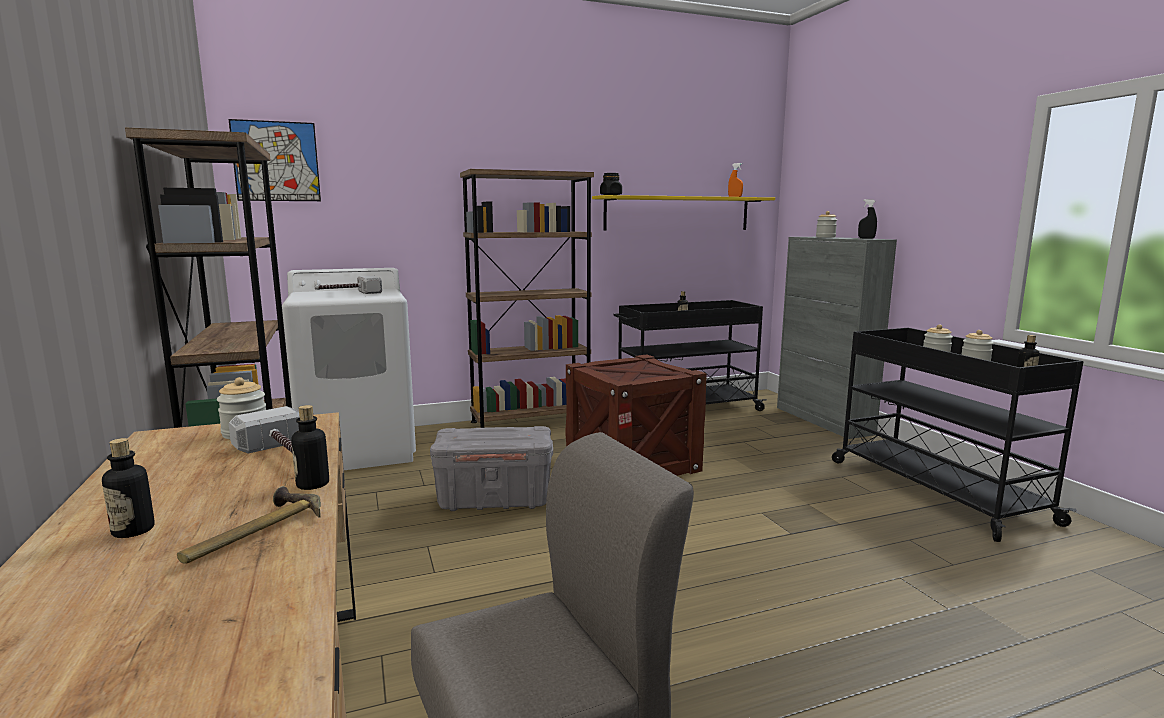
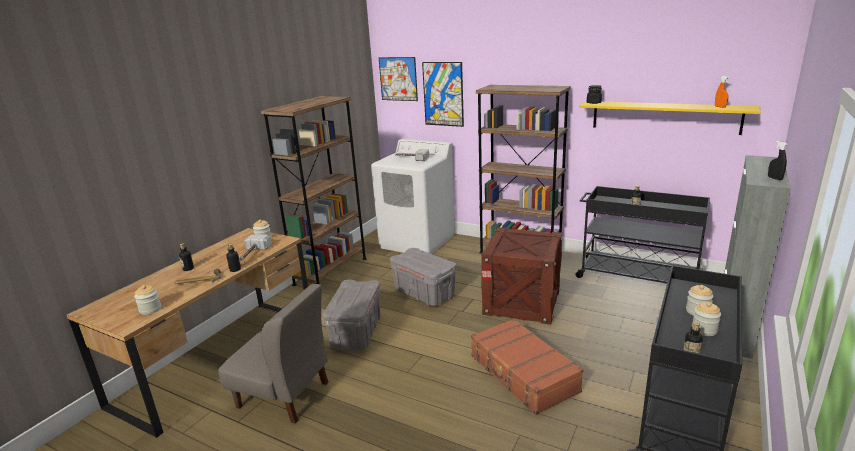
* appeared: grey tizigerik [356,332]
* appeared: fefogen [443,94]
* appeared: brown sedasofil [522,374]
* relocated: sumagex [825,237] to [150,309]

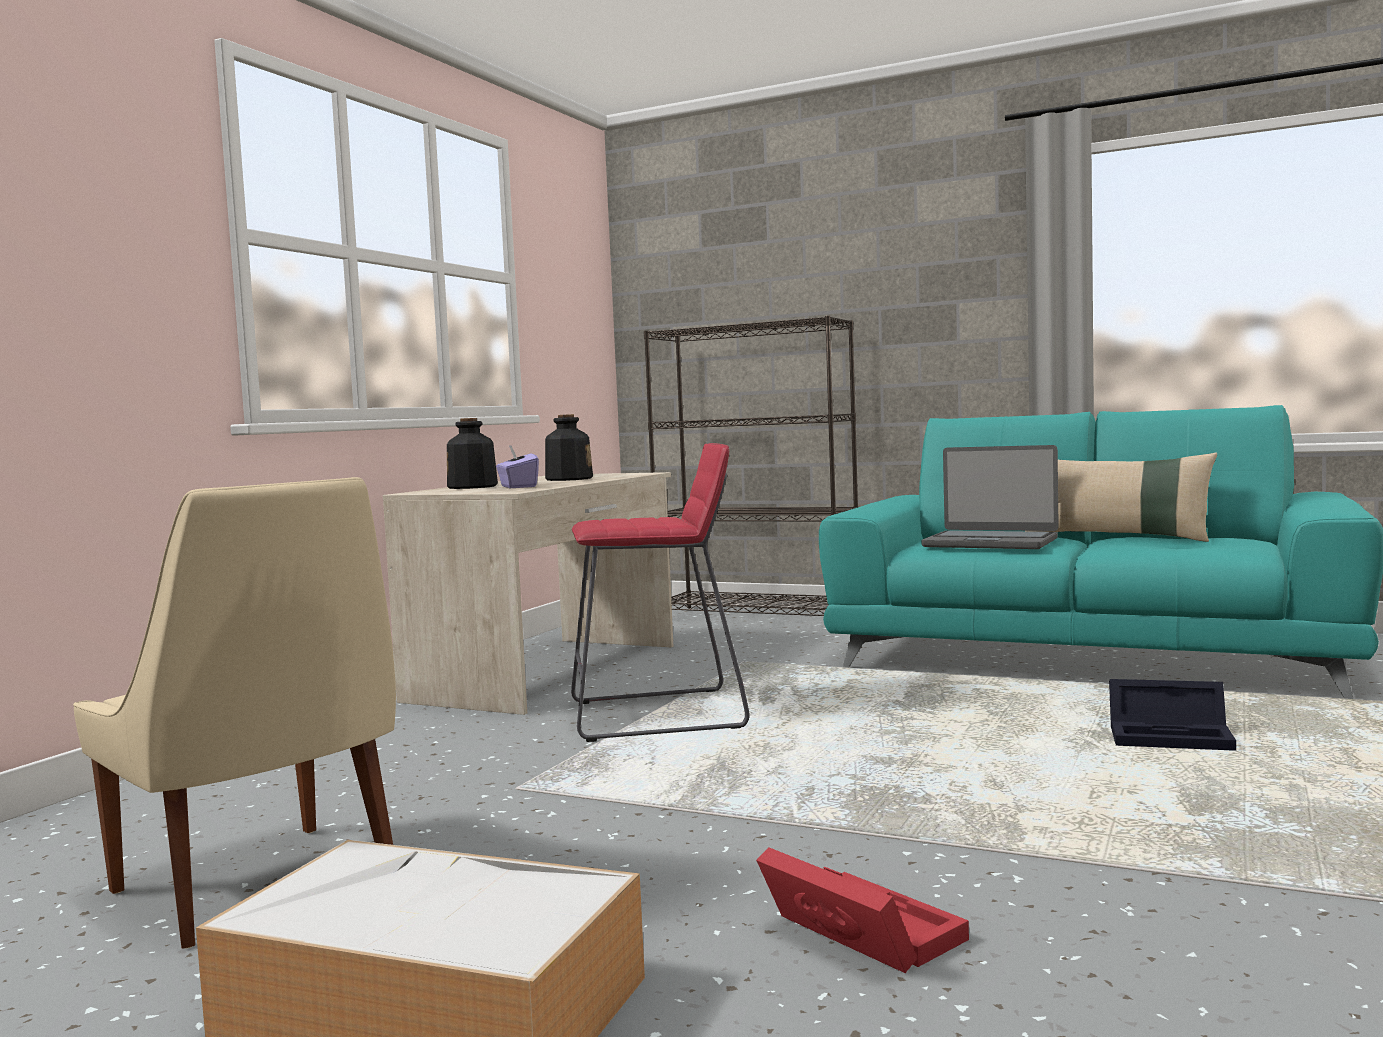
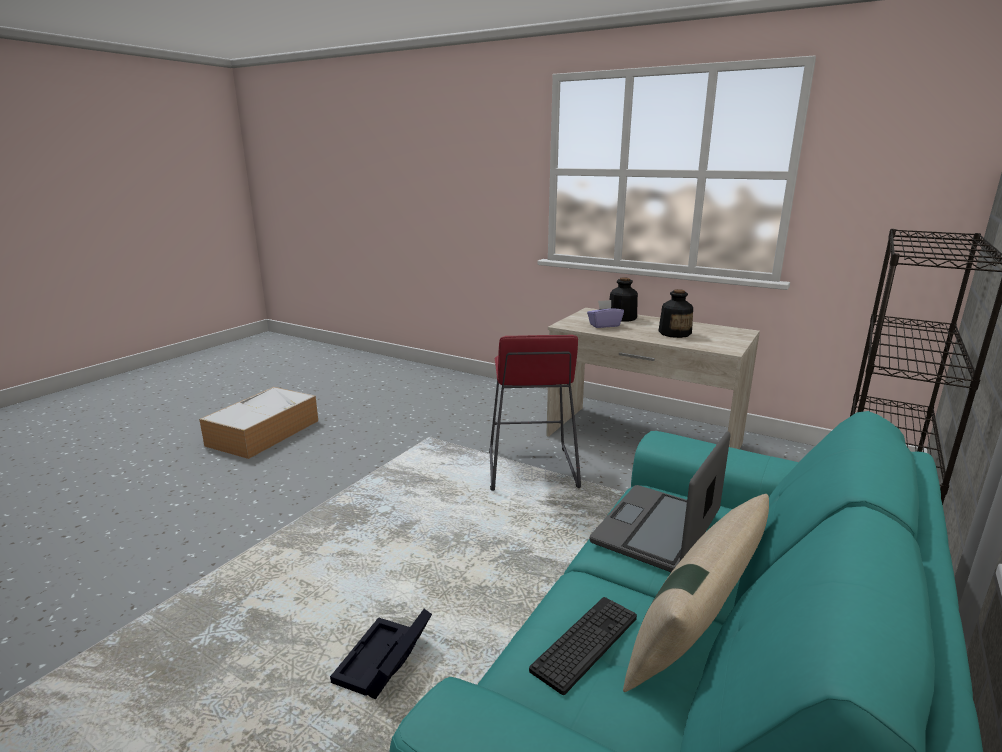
* missing: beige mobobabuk [260,885]
* missing: red tizigerik [856,932]
* appeared: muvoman [585,643]

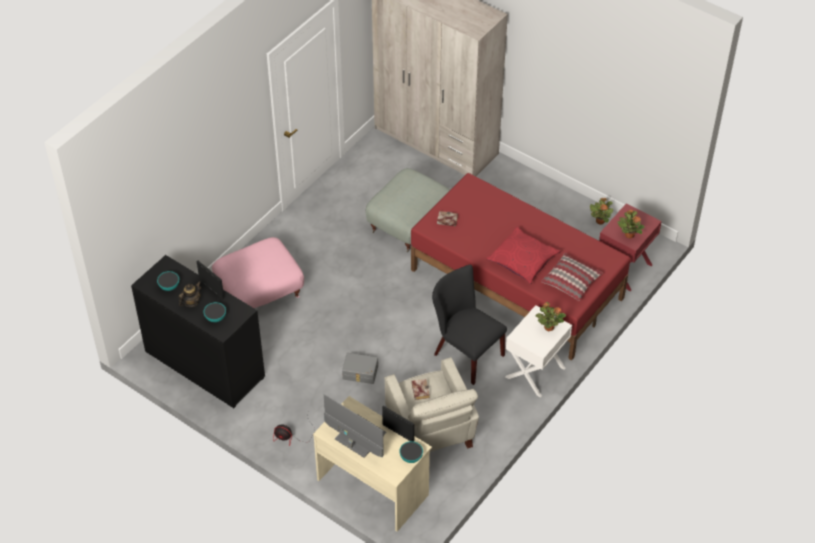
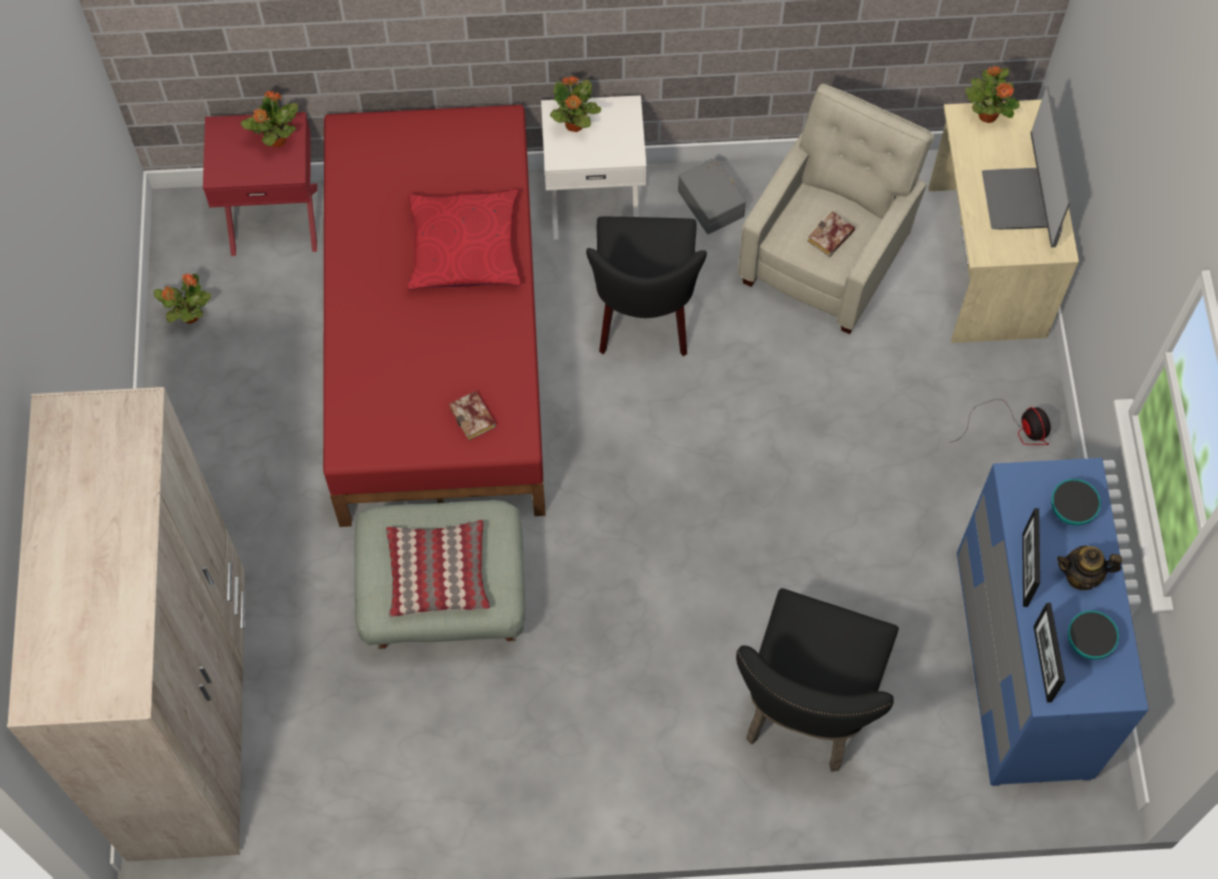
* relocated: grey tizigerik [360,373] to [712,202]
* relocated: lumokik [398,433] to [1042,663]
* relocated: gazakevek [571,281] to [437,573]
* exchanged: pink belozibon [260,293] to black mobobabuk [807,709]
* exchanged: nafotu [411,457] to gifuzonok [987,114]
* colour: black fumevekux [205,365] to blue fumevekux [1022,665]

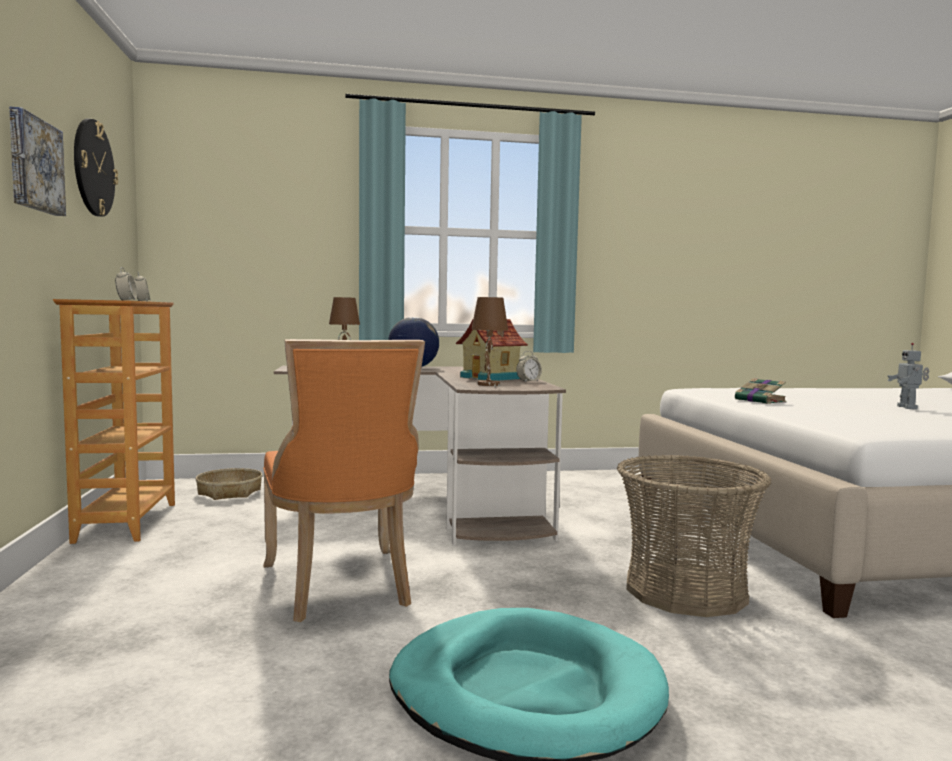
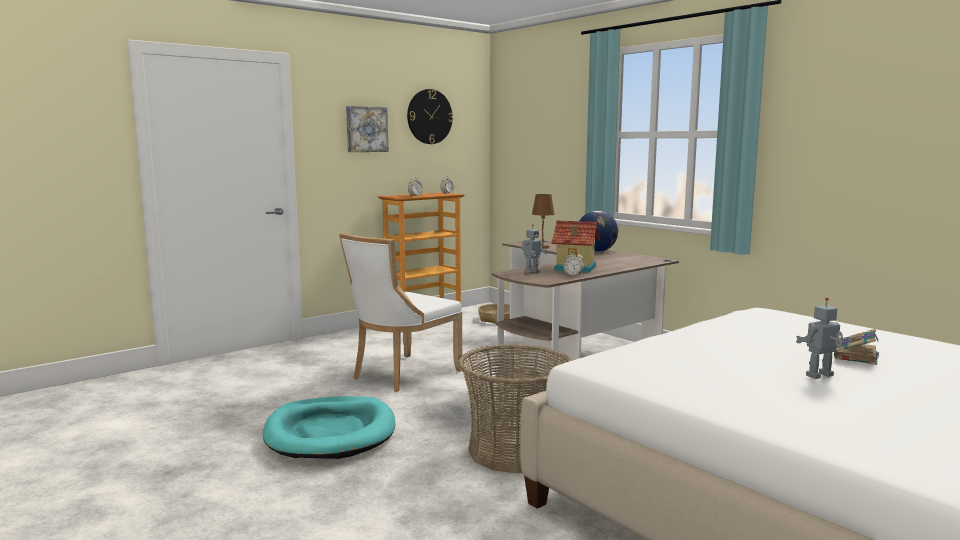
* relocated: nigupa [761,401] to [855,356]
* exchanged: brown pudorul [487,384] to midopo [531,272]
* colour: orange mobobabuk [341,586] to white mobobabuk [402,375]

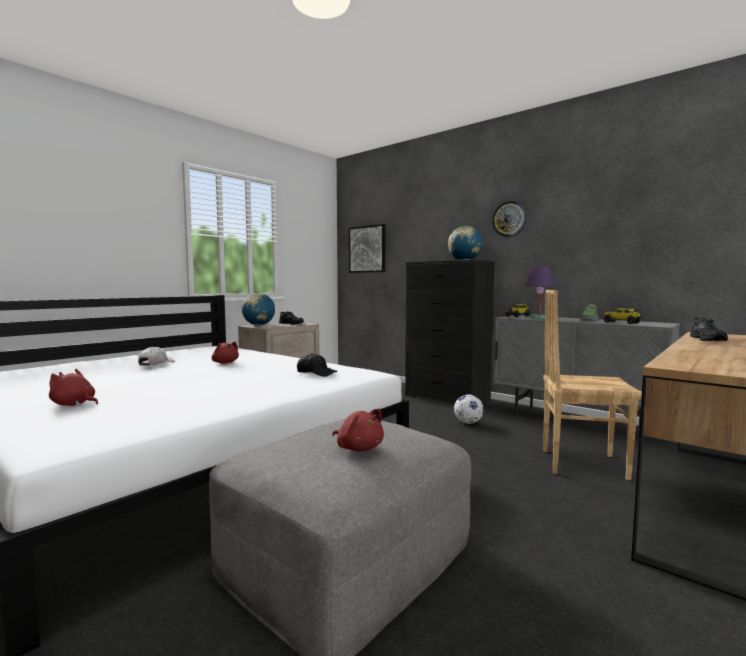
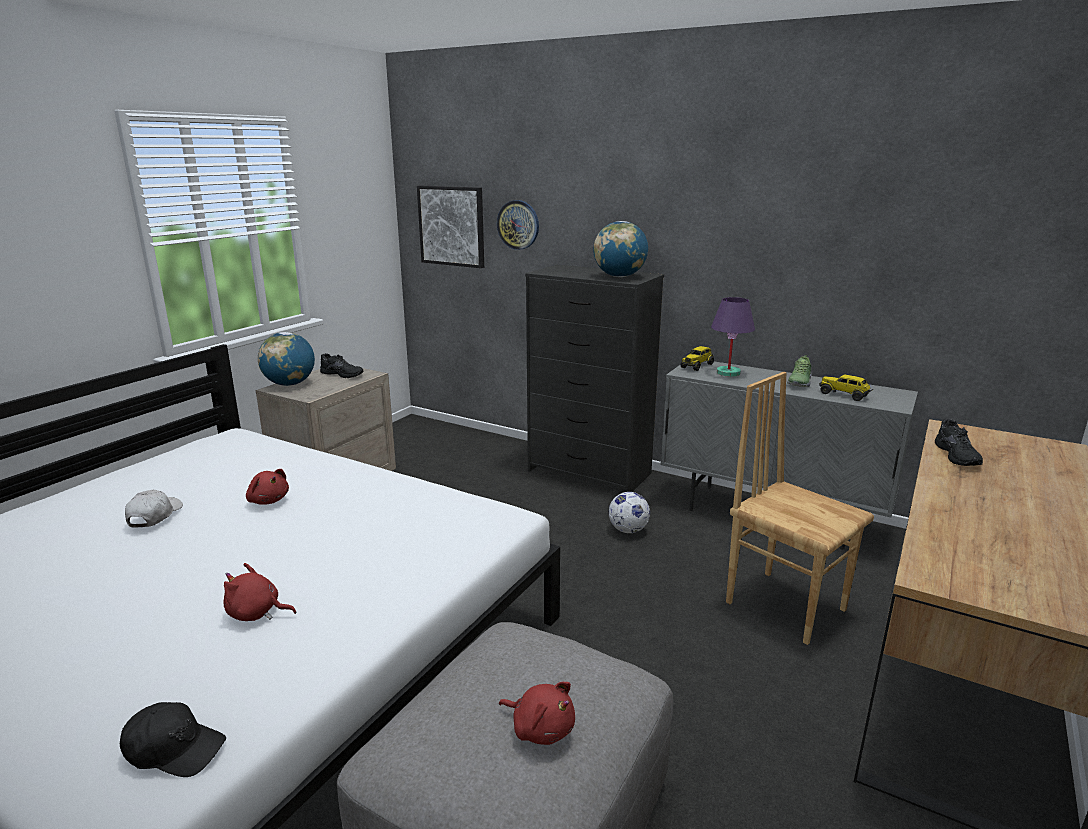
* relocated: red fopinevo [74,404] to [256,613]
* relocated: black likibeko [316,373] to [174,749]
* relocated: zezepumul [509,219] to [518,224]
* spun: brown mobobabuk [582,463] = [785,605] 45 degrees clockwise

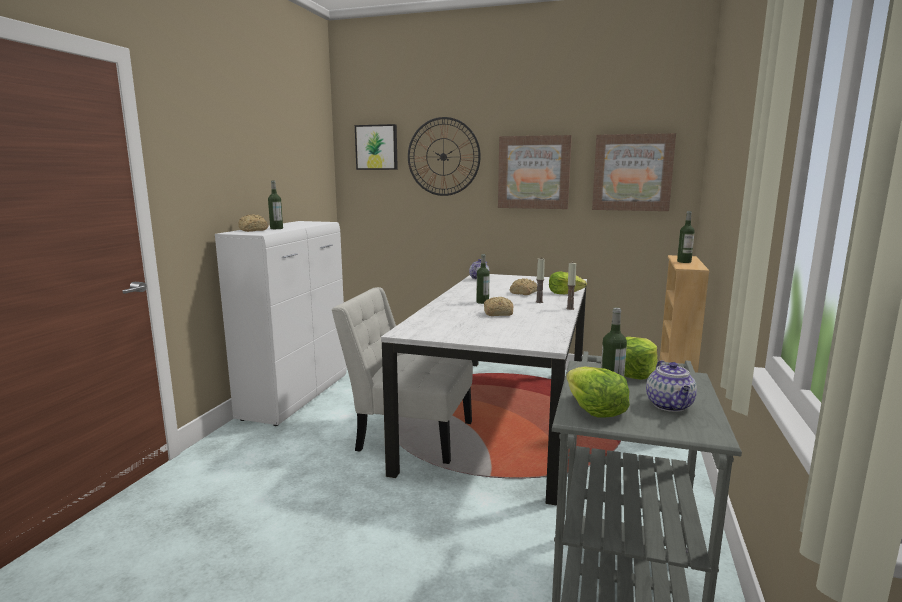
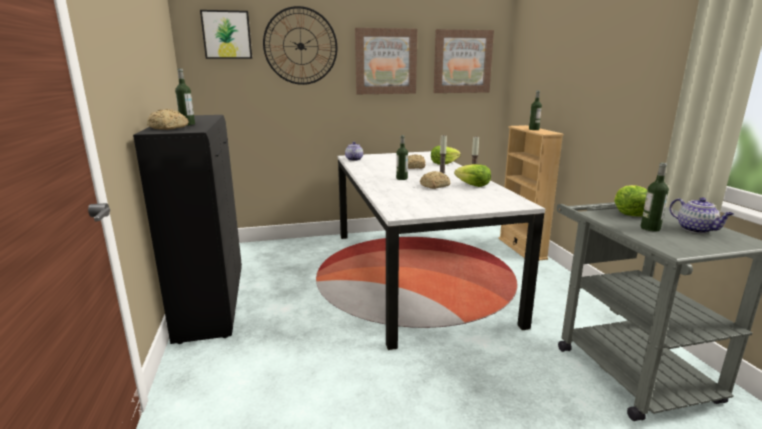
* missing: white mobobabuk [409,435]
* relocated: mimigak [594,410] to [473,185]
* colour: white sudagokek [296,396] to black sudagokek [212,303]

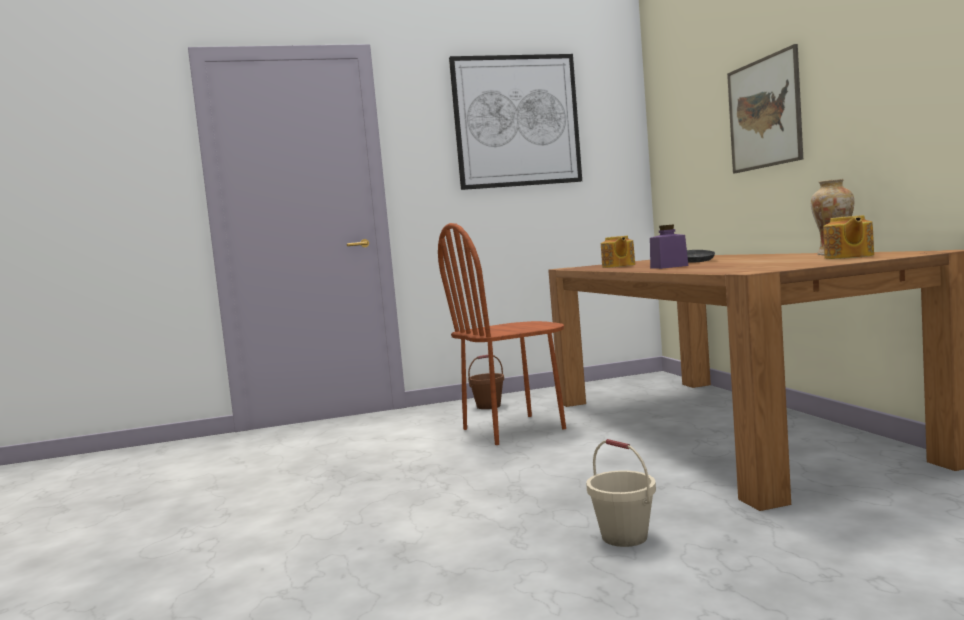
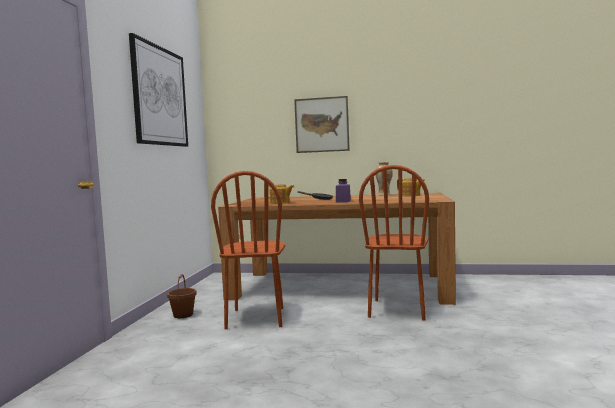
* missing: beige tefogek [625,537]
* appeared: brown mobobabuk [397,309]

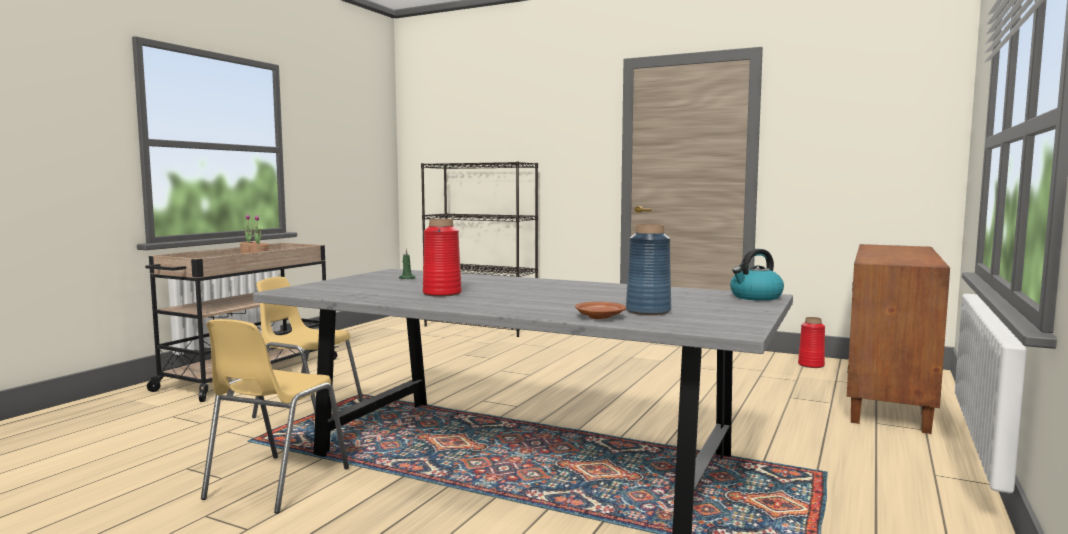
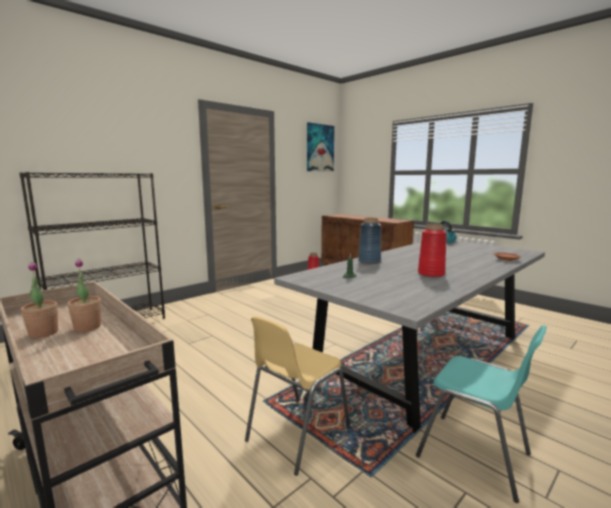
* appeared: fefogen [319,148]
* relocated: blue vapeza [648,311] to [369,261]
* colour: yellow mobobabuk [275,483] to turquoise mobobabuk [474,455]

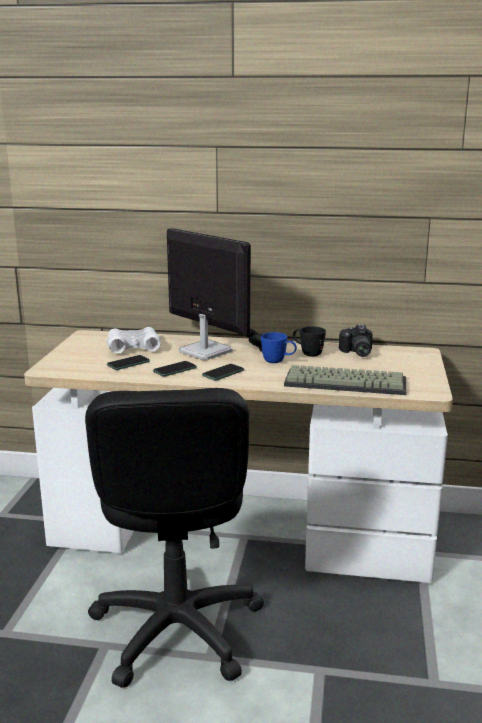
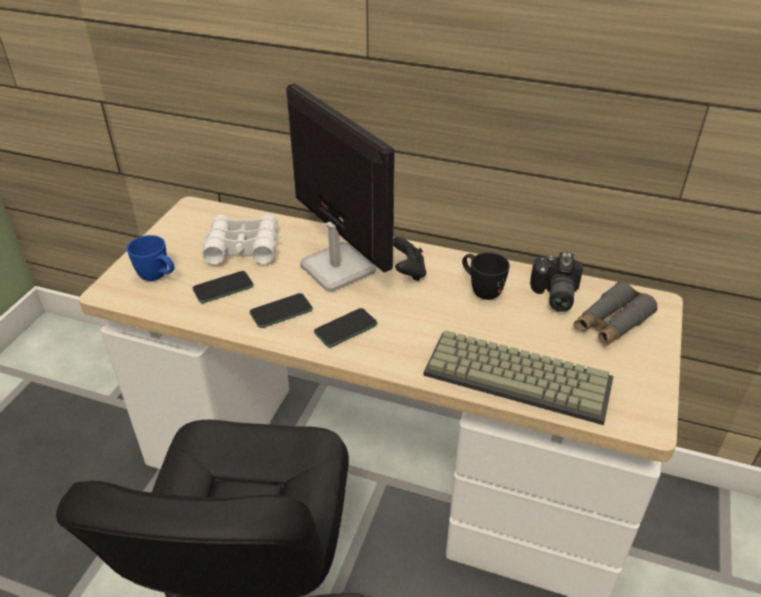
* appeared: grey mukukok [611,323]
* relocated: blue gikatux [278,362] to [158,277]

